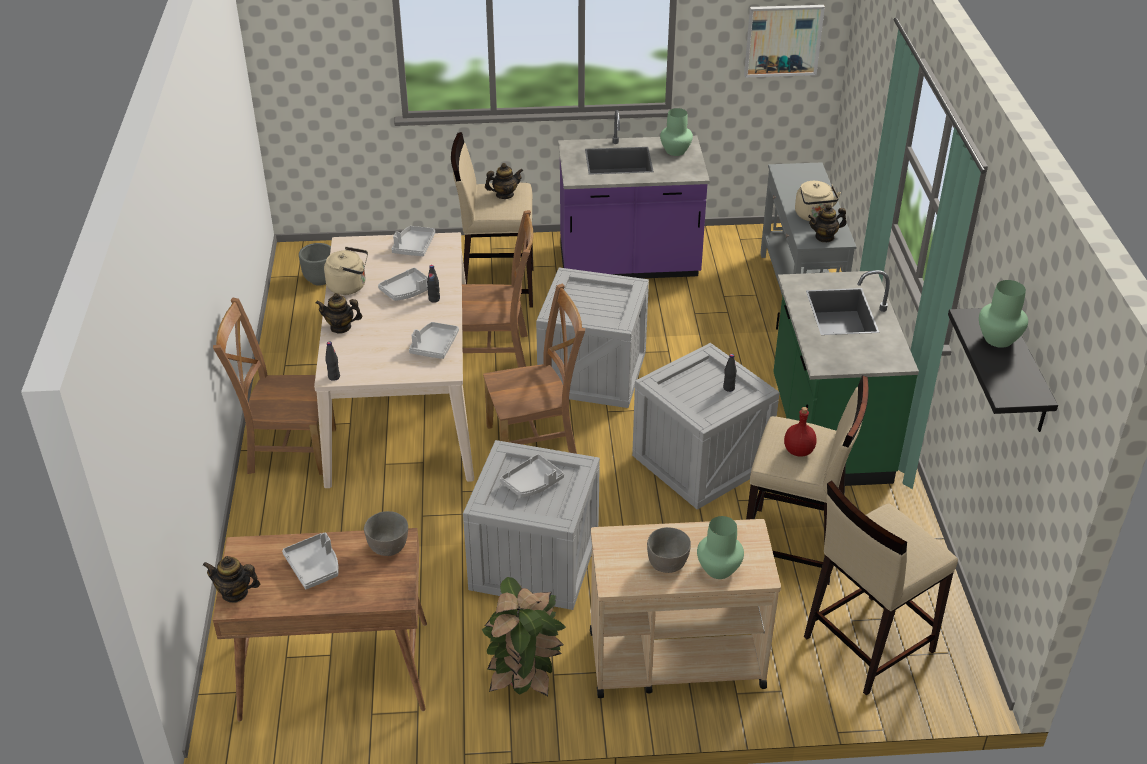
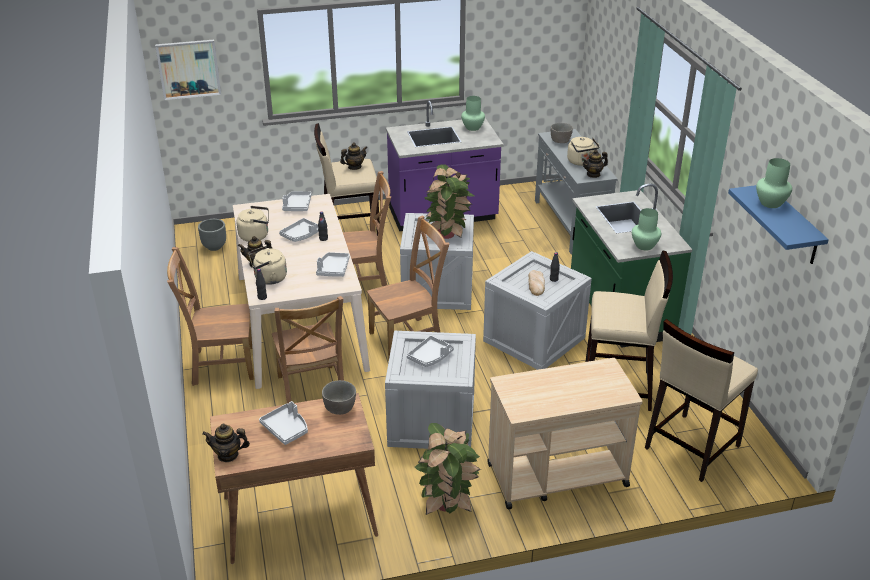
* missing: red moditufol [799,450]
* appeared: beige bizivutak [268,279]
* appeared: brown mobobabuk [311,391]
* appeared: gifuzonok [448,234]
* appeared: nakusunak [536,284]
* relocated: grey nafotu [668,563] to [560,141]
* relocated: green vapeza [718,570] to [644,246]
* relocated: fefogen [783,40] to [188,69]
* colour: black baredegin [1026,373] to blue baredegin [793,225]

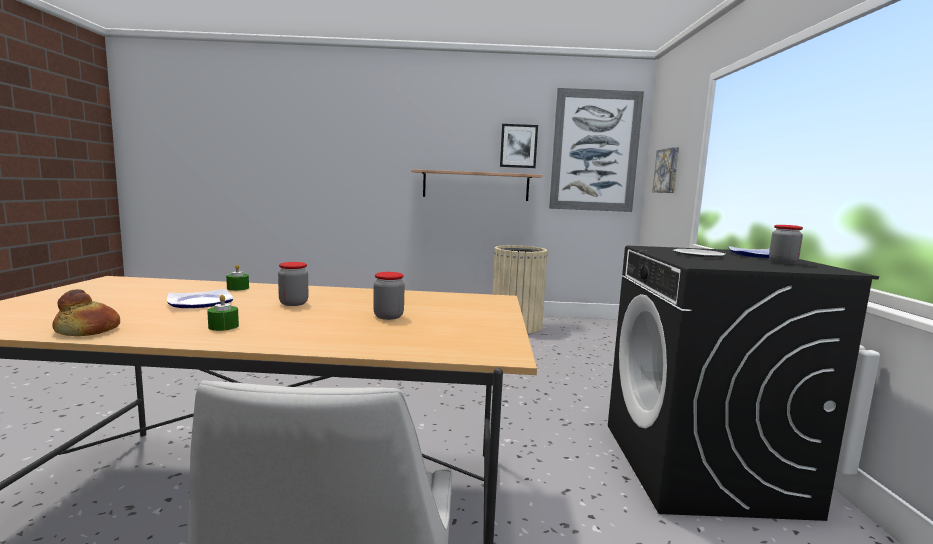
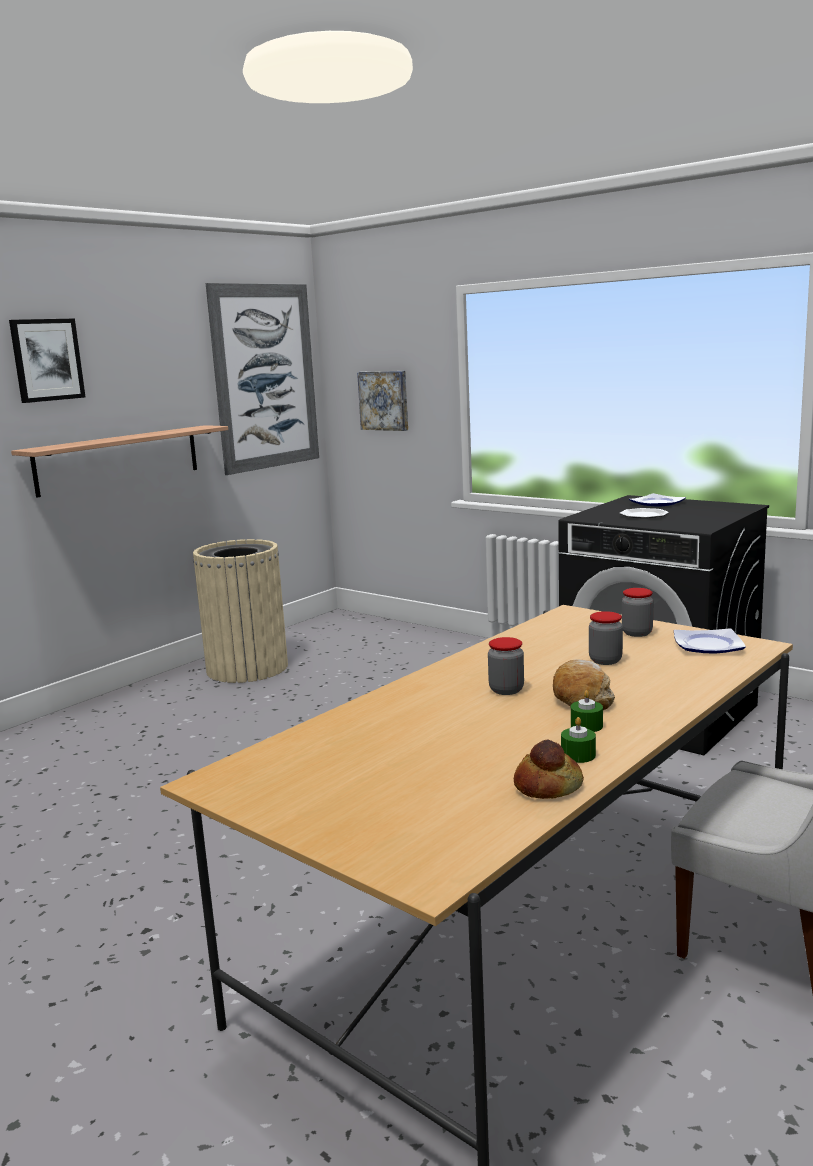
* appeared: nakusunak [581,697]
* relocated: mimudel [199,303] to [709,646]
* relocated: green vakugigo [238,288] to [578,755]
* relocated: fefogen [518,146] to [47,360]
* relocated: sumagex [782,262] to [637,633]

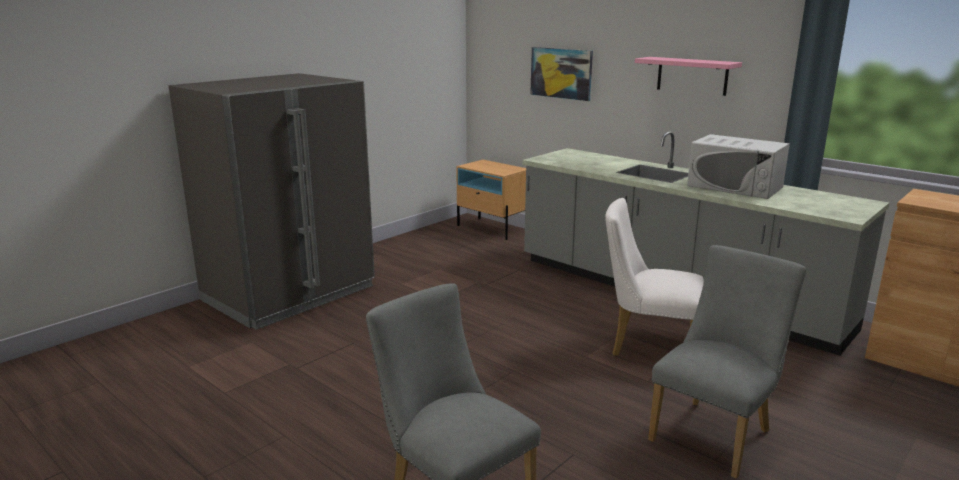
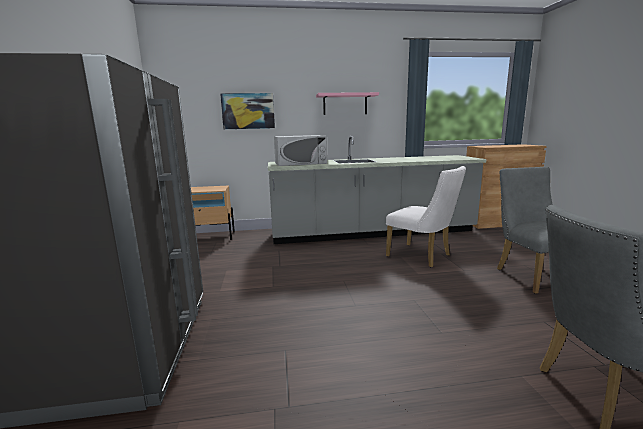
* relocated: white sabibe [735,186] to [300,163]
* spun: white mobobabuk [646,345] = [422,256] 105 degrees counterclockwise

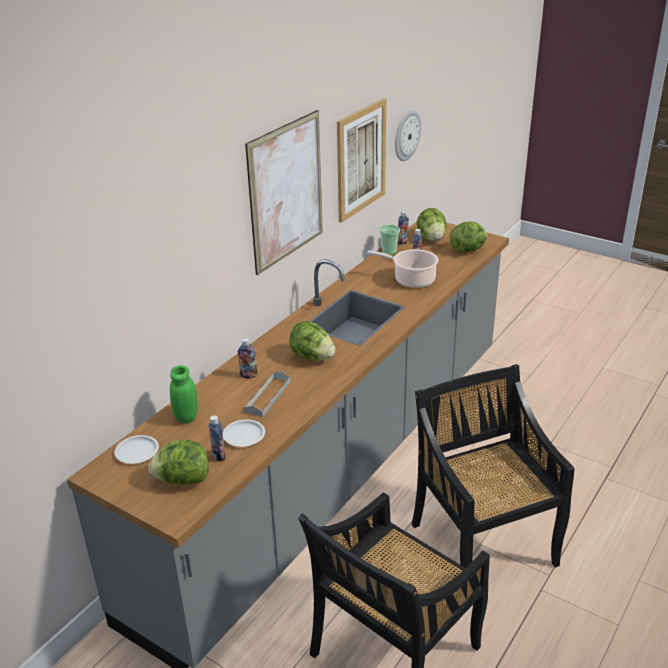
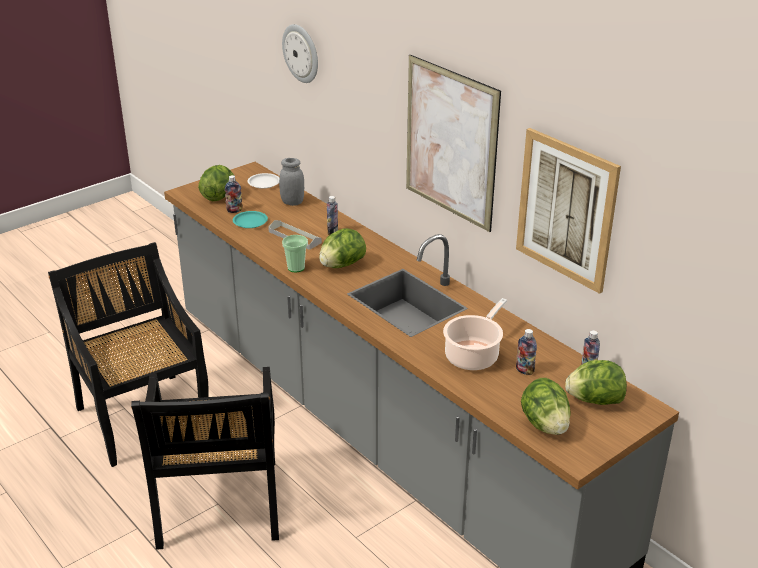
* relocated: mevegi [389,252] to [296,268]
* relocated: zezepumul [406,135] to [301,53]
* colour: green sumagex [186,417] to grey sumagex [292,202]
* colour: white mimudel [243,436] to turquoise mimudel [250,222]
* spun: black mobobabuk [482,542] = [219,506] 90 degrees clockwise

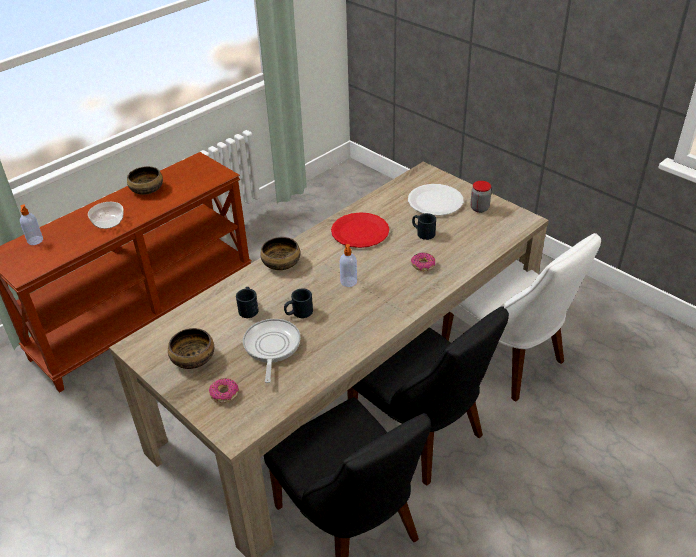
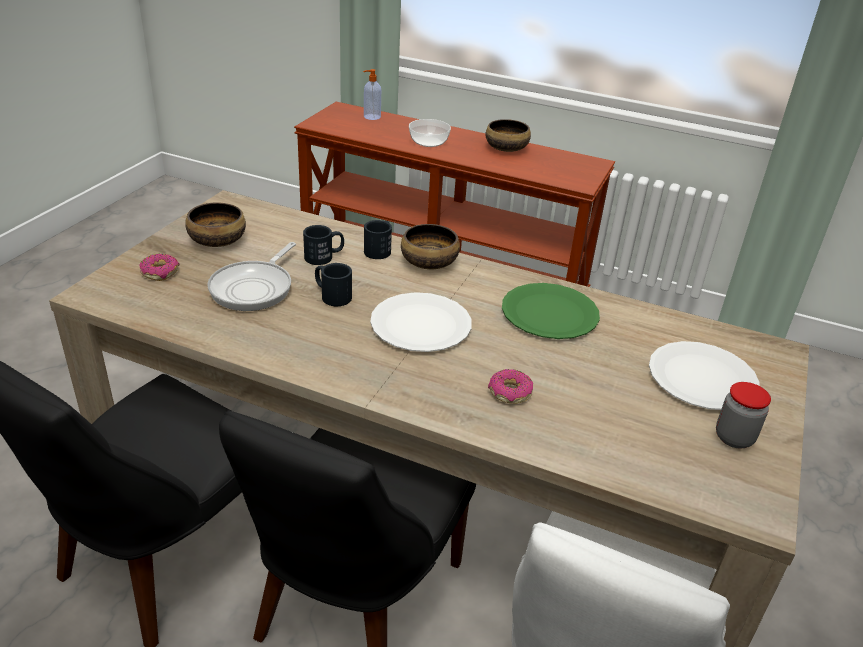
* relocated: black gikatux [422,232] to [380,249]
* exchanged: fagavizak [348,282] to white mimudel [421,325]
* colour: red mimudel [360,231] to green mimudel [550,313]
* spun: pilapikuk [271,347] = [254,288] 135 degrees clockwise

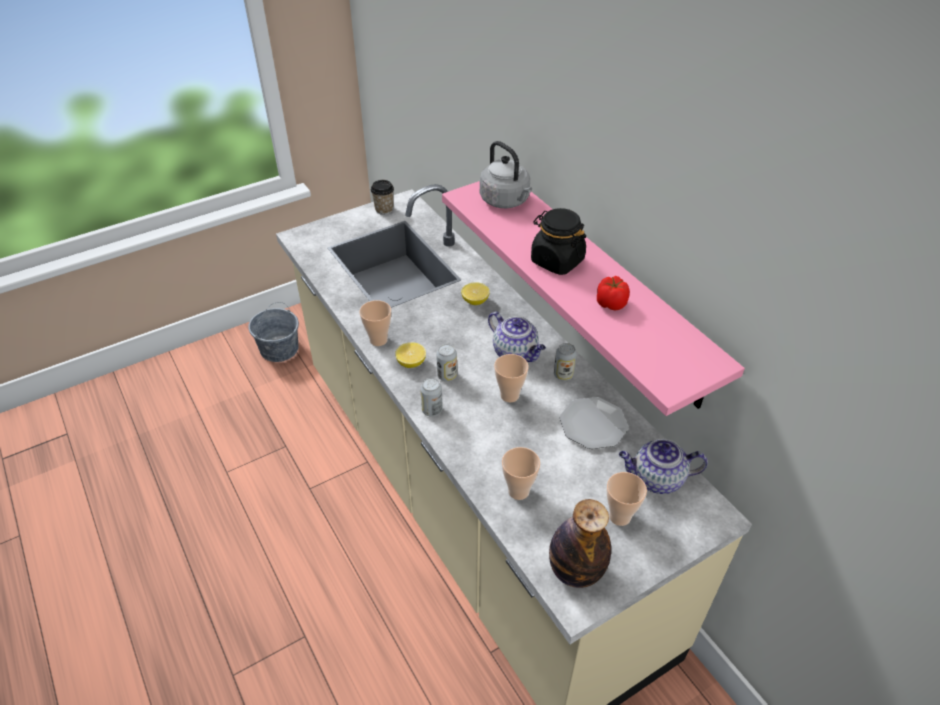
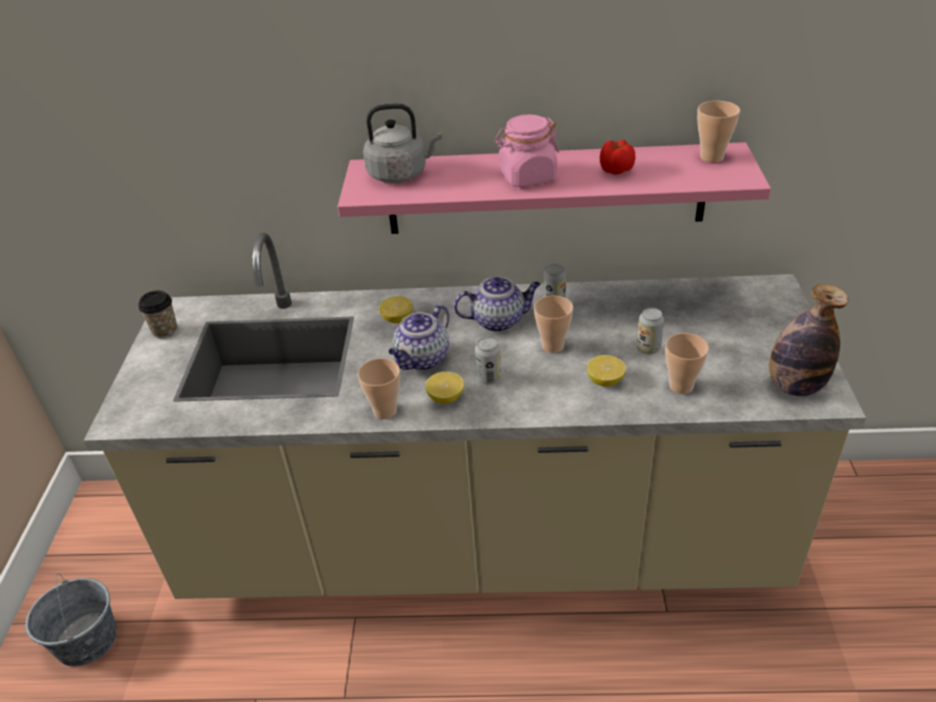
* missing: mimudel [592,425]
* appeared: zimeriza [605,381]
* relocated: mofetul [432,410] to [648,348]
* relocated: mevegi [619,516] to [711,157]
* relocated: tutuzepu [656,479] to [422,360]
* colour: black sumagex [557,261] to pink sumagex [527,177]

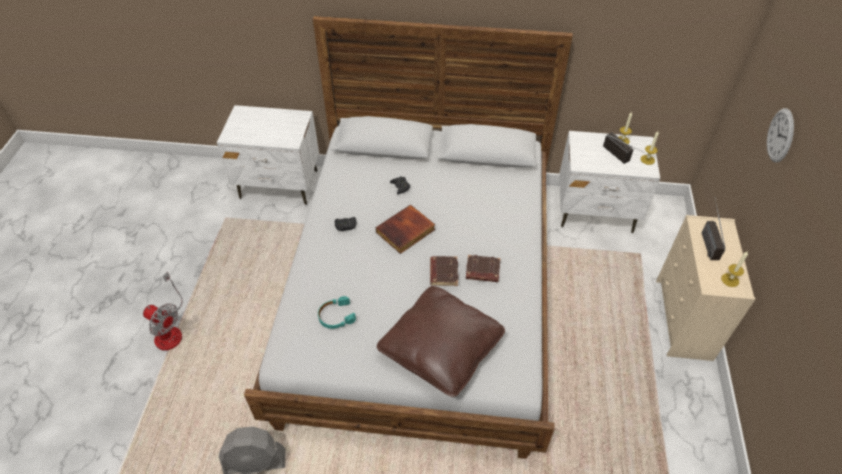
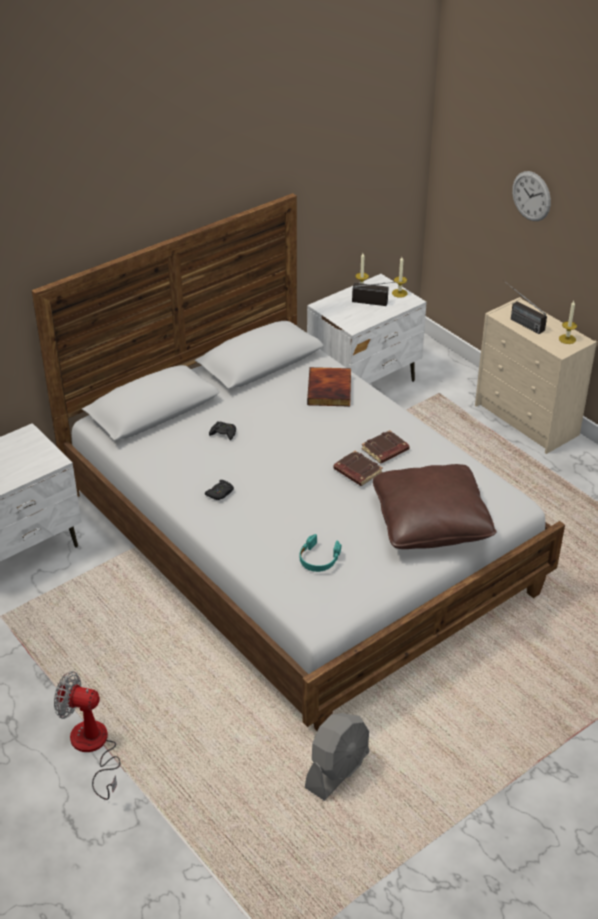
* relocated: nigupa [406,231] to [330,390]
* spun: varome [169,330] = [93,748] 150 degrees counterclockwise

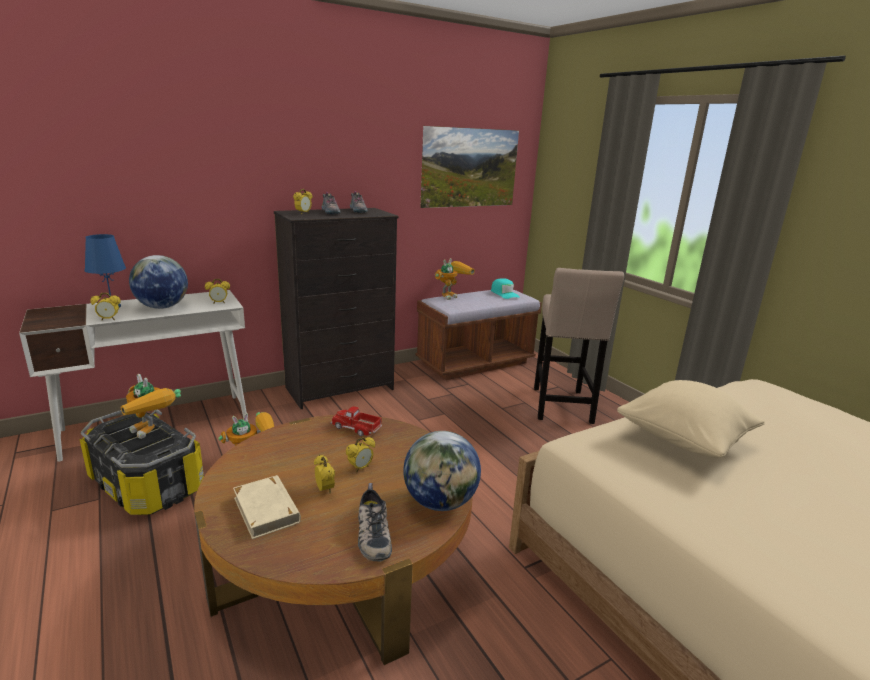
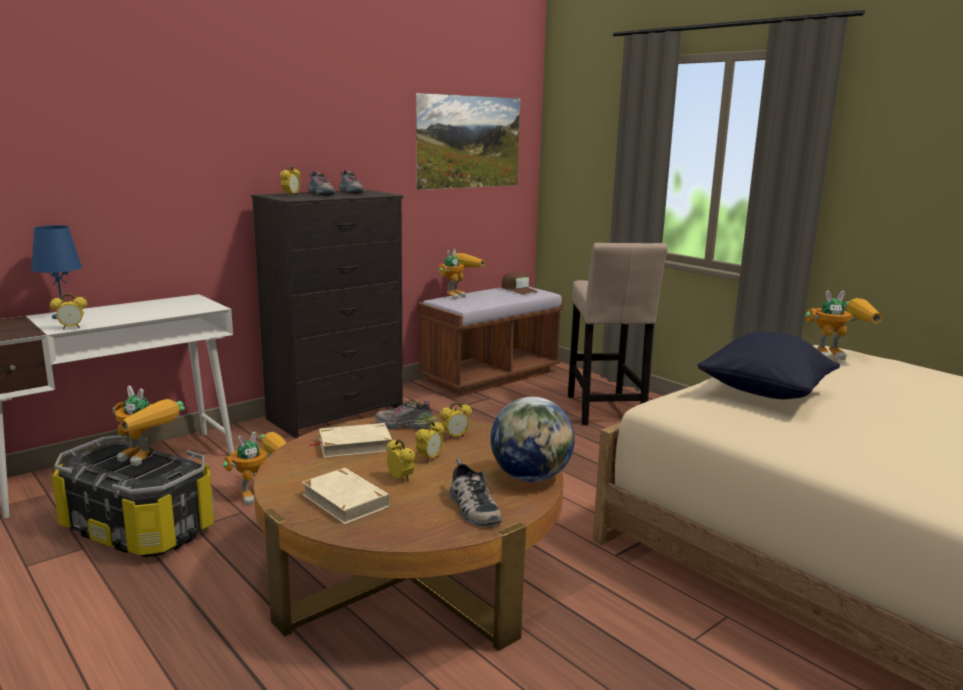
* missing: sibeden [162,307]
* appeared: beige nigupa [354,445]
* appeared: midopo [838,355]
* relocated: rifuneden [219,303] to [455,437]
* exchanged: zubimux [356,428] to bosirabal [404,426]
* colour: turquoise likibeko [504,293] to brown likibeko [518,290]
* colour: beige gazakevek [683,441] to black gazakevek [765,394]

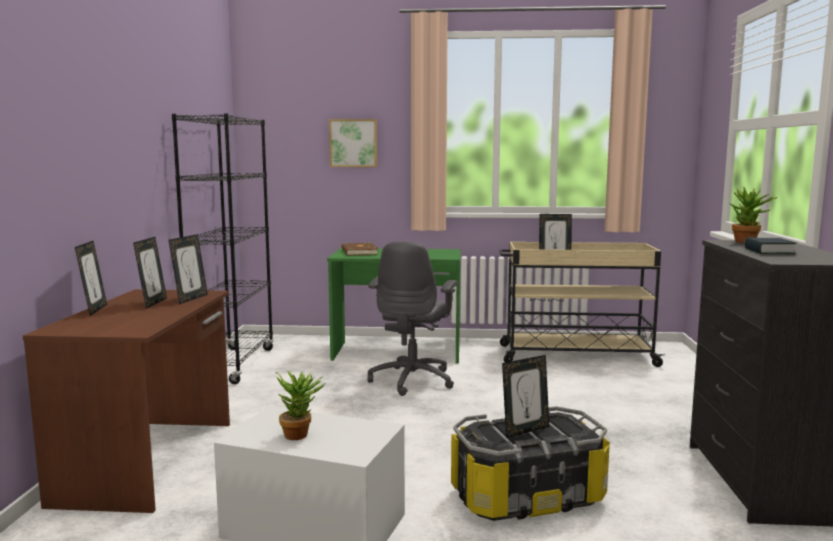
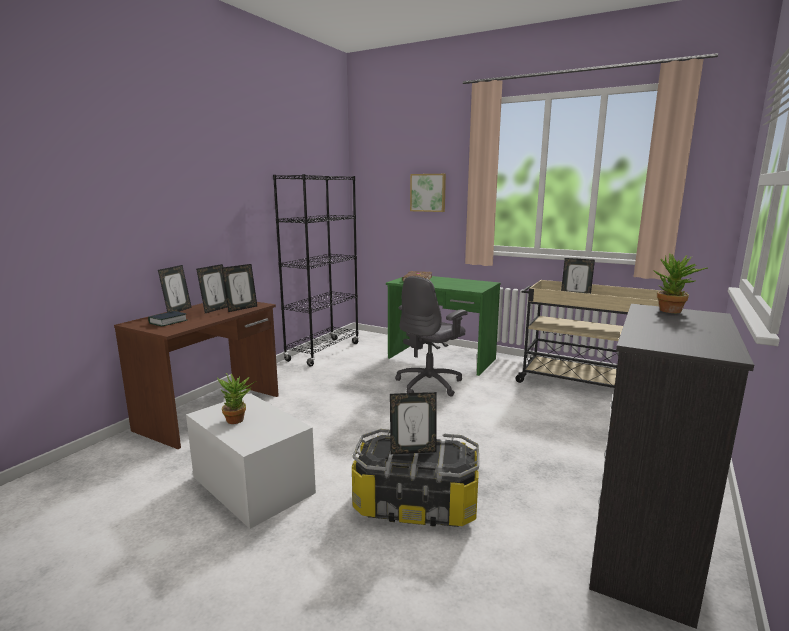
* relocated: nigupa [768,251] to [168,322]

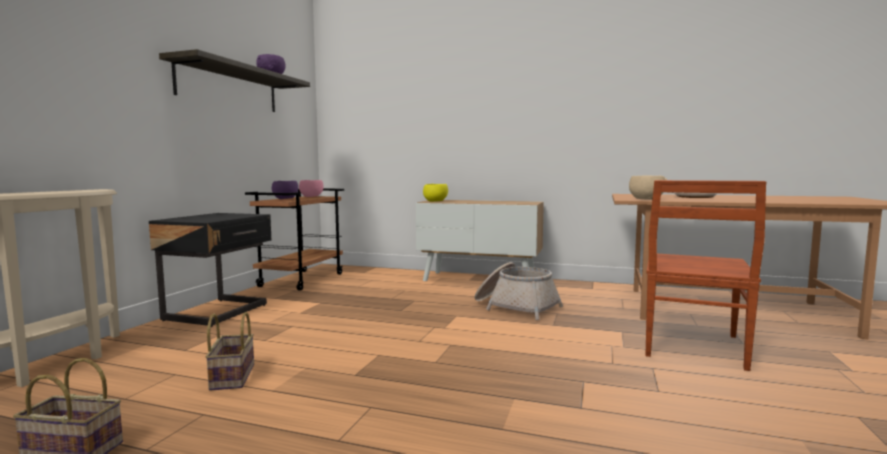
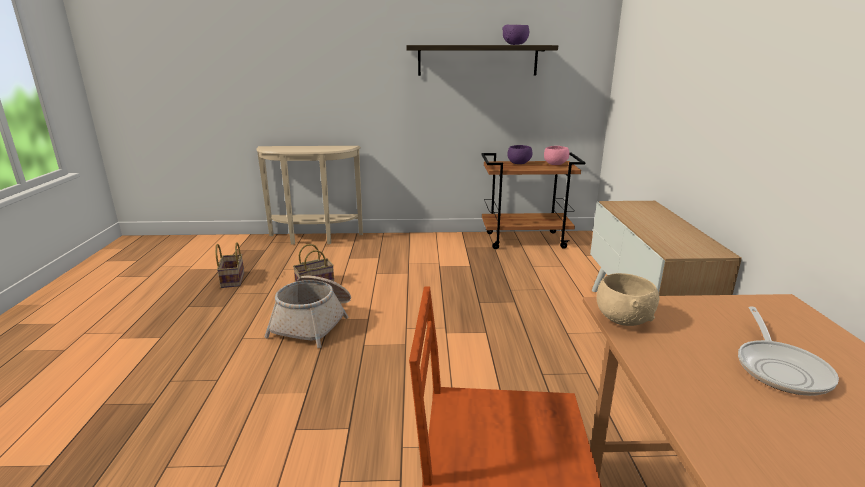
* missing: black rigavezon [219,312]
* missing: yellow nafotu [435,201]
* relocated: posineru [515,307] to [314,322]

